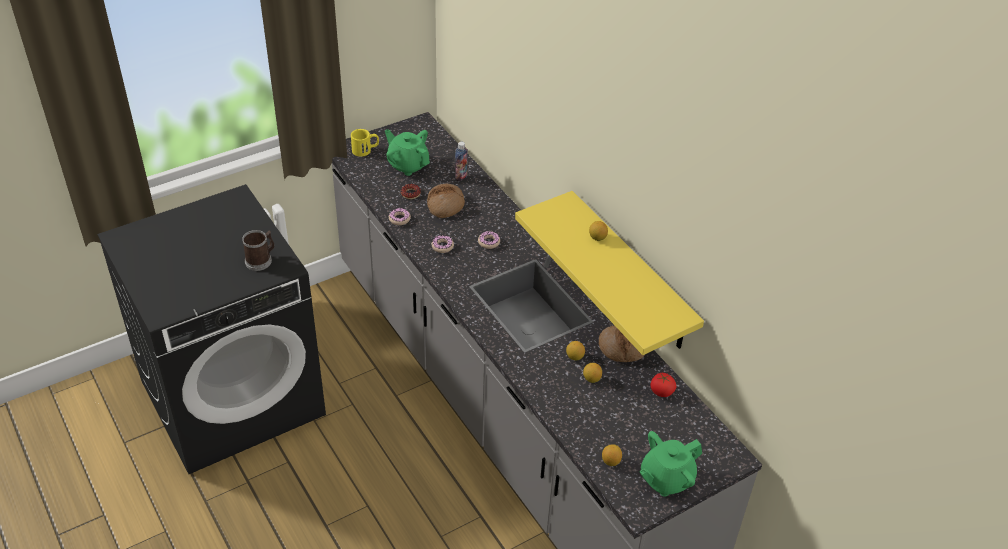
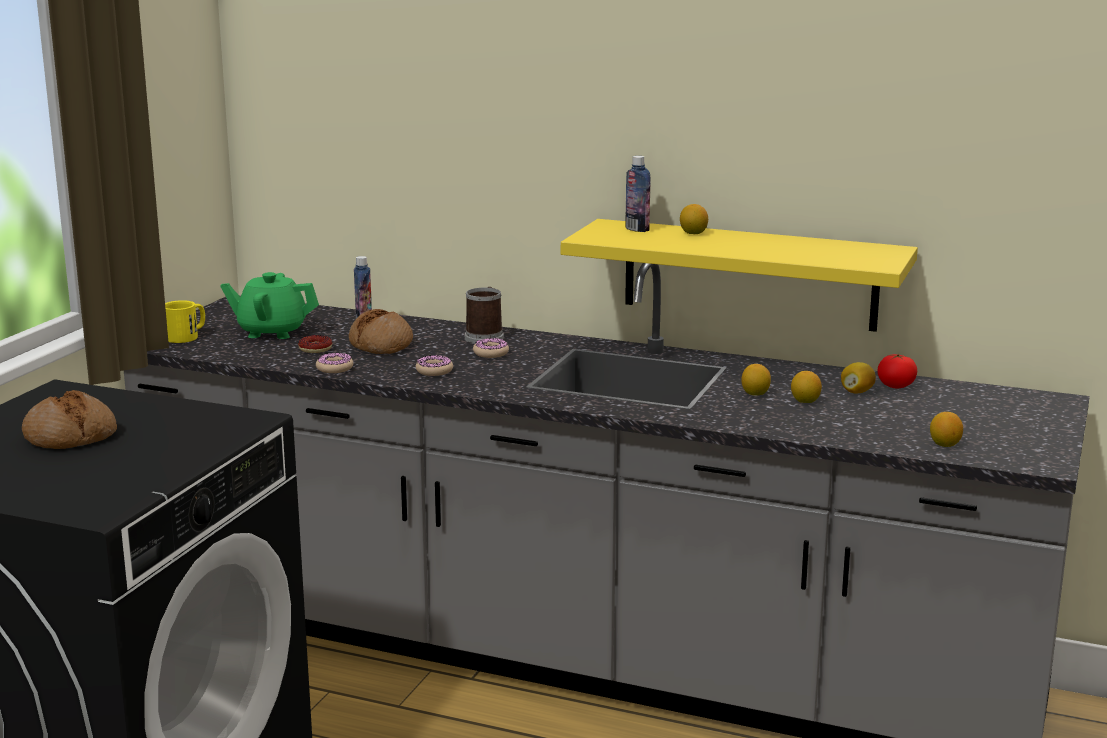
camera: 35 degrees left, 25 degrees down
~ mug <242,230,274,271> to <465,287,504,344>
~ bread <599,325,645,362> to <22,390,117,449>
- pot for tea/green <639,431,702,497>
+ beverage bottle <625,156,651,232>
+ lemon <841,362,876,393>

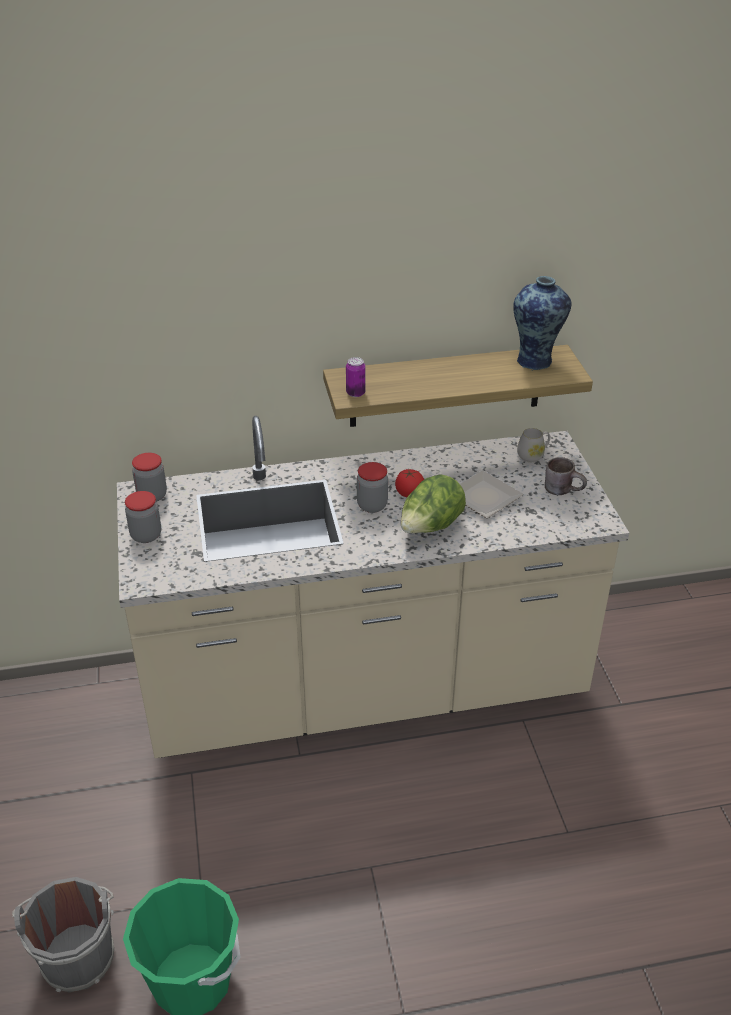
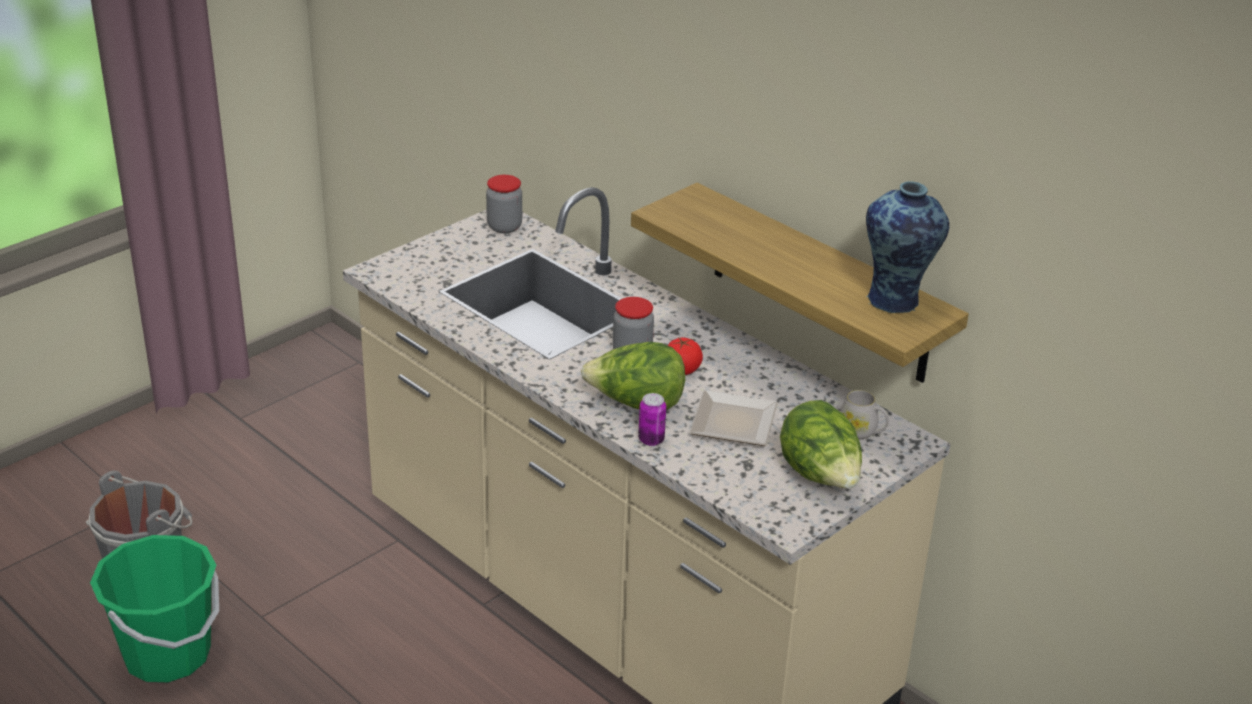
camera: 55 degrees right, 5 degrees down
- preserve jar <125,491,161,543>
~ metal can <346,357,366,397> to <638,393,666,446>
~ mug/brownish <545,457,587,495> to lettuce head <780,400,862,488>

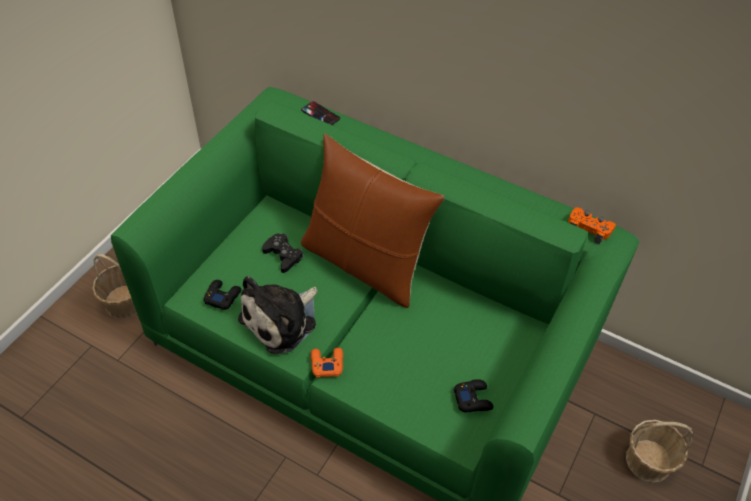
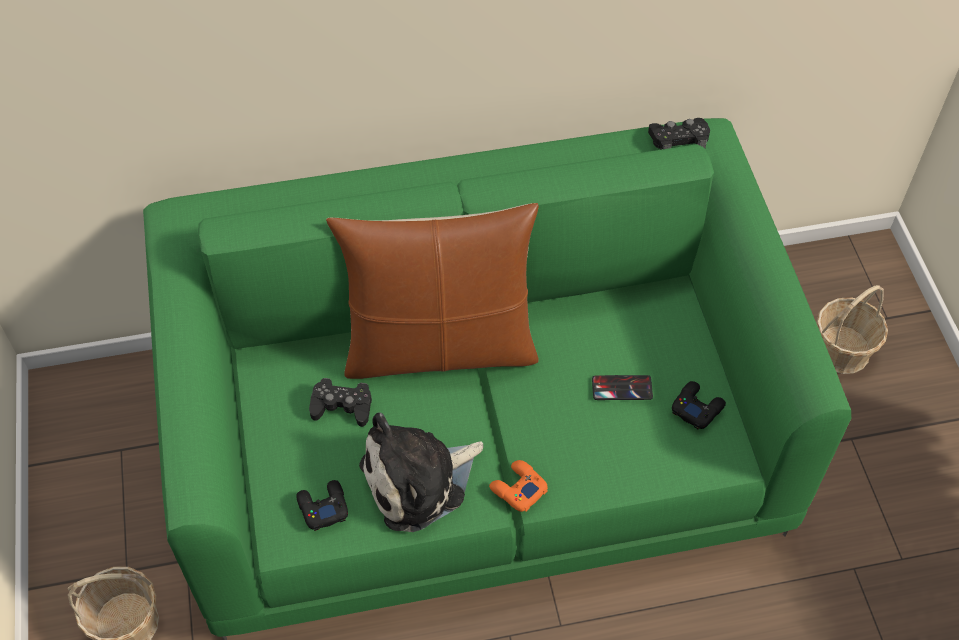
camera: 40 degrees left, 5 degrees up
~ cuddly toy <238,276,318,354> = <359,412,483,532> 60 degrees clockwise
~ telephone <301,101,340,125> to <592,375,653,400>
~ joypad/orange-coloured <568,207,616,244> to joypad/black <648,118,710,150>

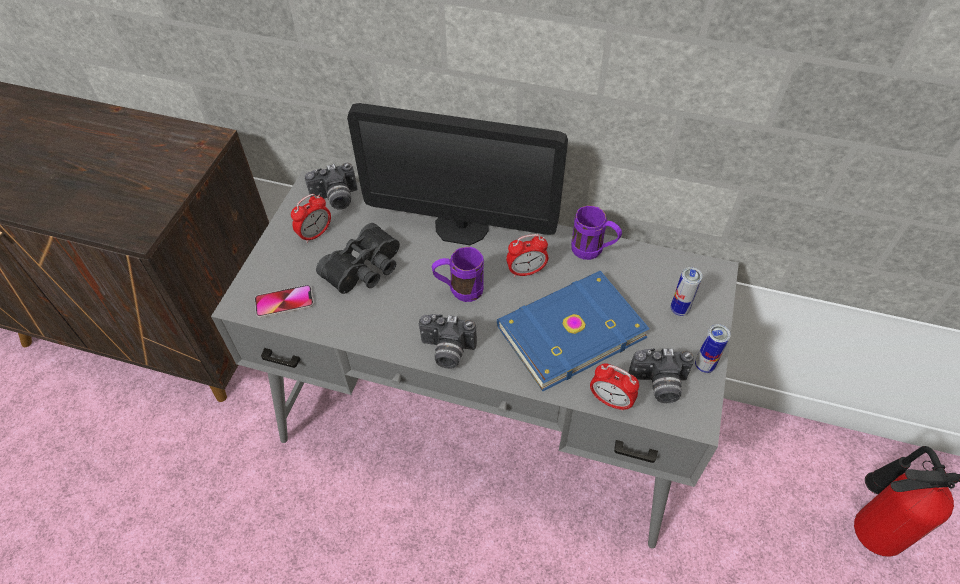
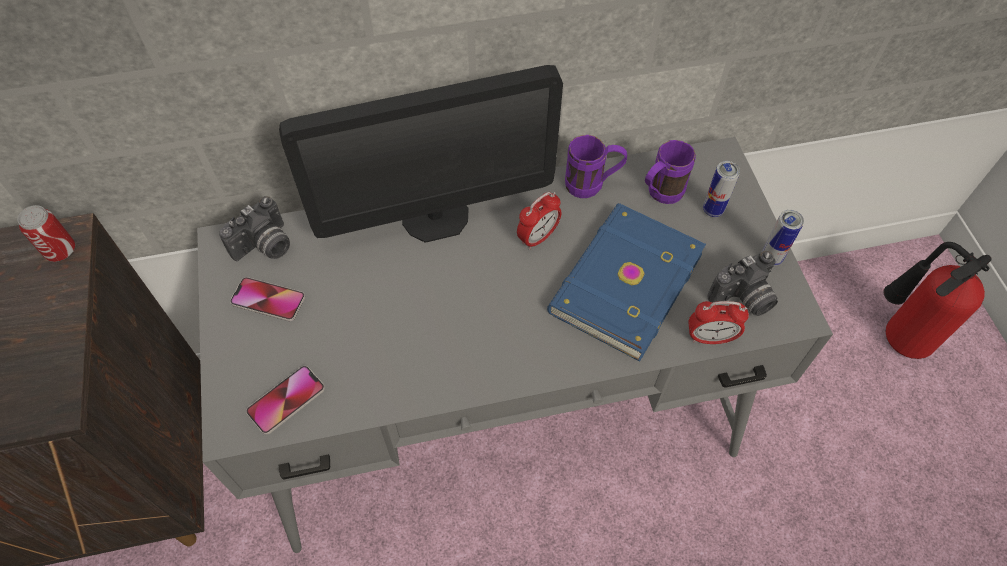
camera: 30 degrees left, 5 degrees up
~ alarm clock <291,194,331,243> to telephone <230,277,305,321>
- pair of binoculars/black <316,223,400,294>
- still camera <419,314,477,369>
~ mug/purplish <432,247,484,302> to <645,140,696,204>
+ metal can <17,205,75,262>

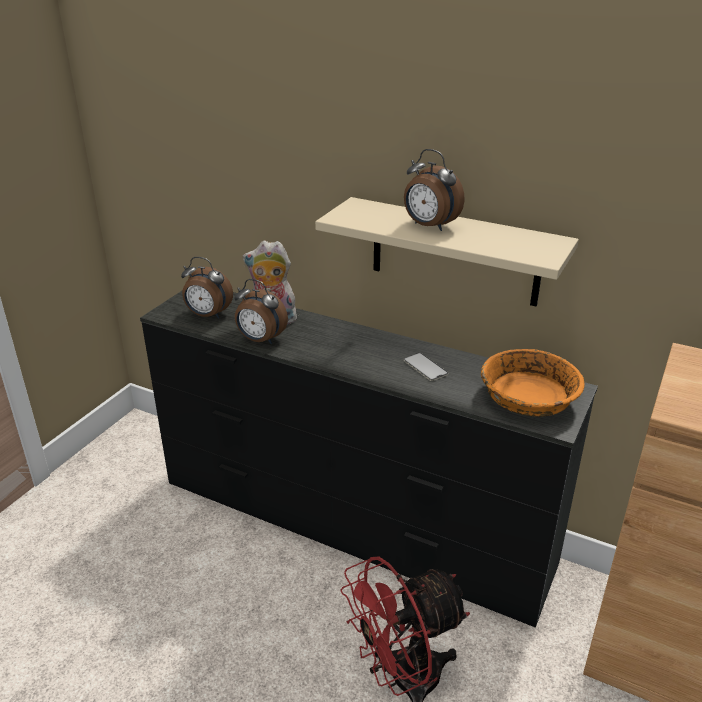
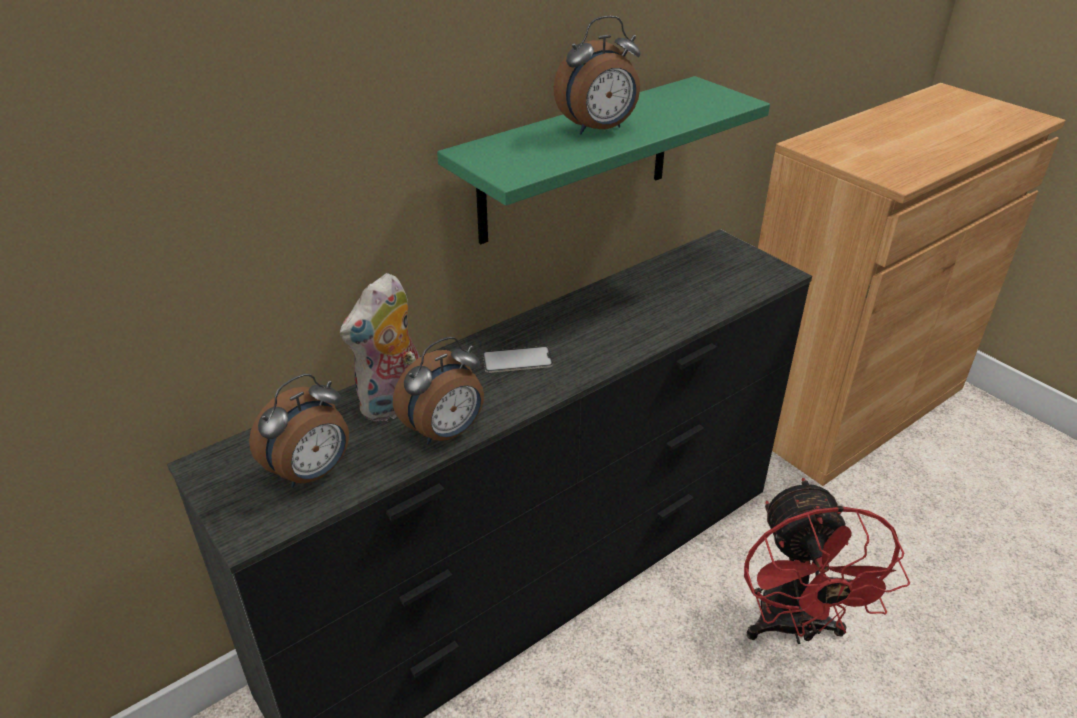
camera: 65 degrees left, 5 degrees up
~ wall shelf/beige-coloured <315,197,579,306> to wall shelf/green <437,76,770,244>
~ telephone <403,353,449,381> to <483,346,553,373>
- serving bowl/orange-coloured <481,349,585,417>

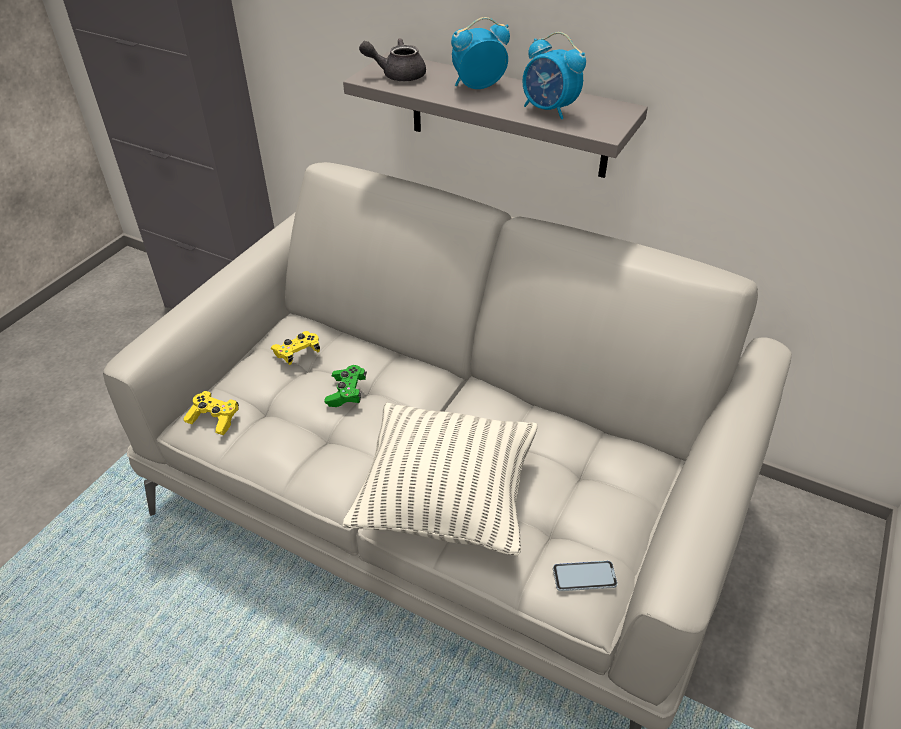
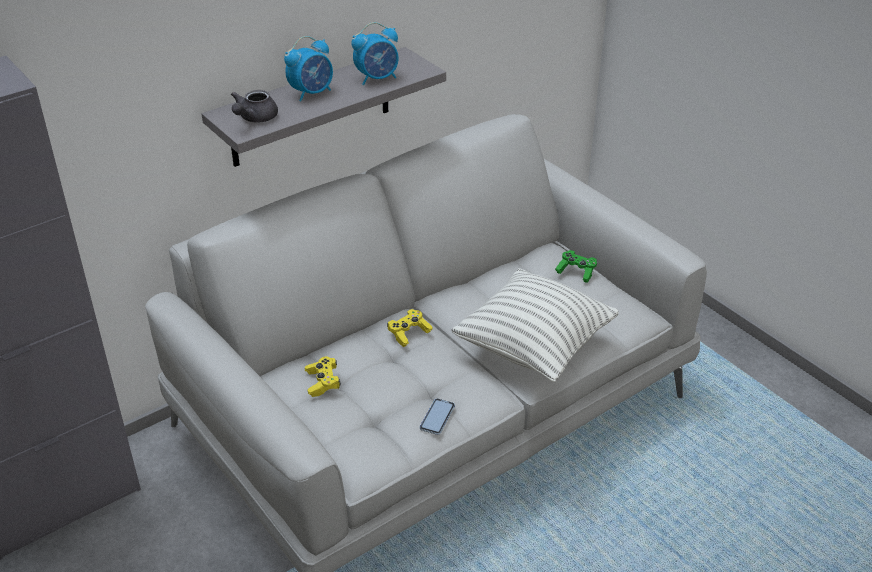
camera: 65 degrees left, 5 degrees down
~ joypad/yellow-coloured <183,391,239,435> to <387,309,433,347>
~ joypad/green <324,365,367,407> to <555,250,597,283>
~ alarm clock <451,17,510,89> = <284,36,333,102> 135 degrees counterclockwise
~ telephone <553,561,618,591> to <420,398,455,435>

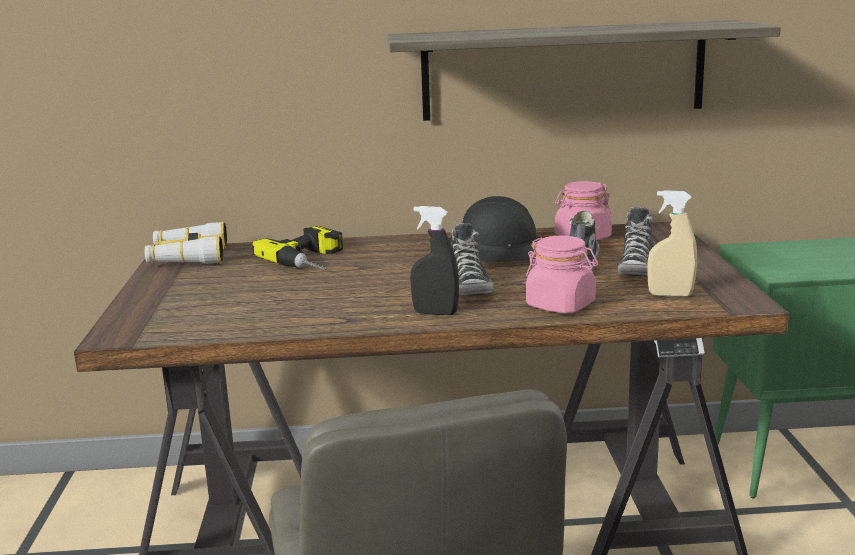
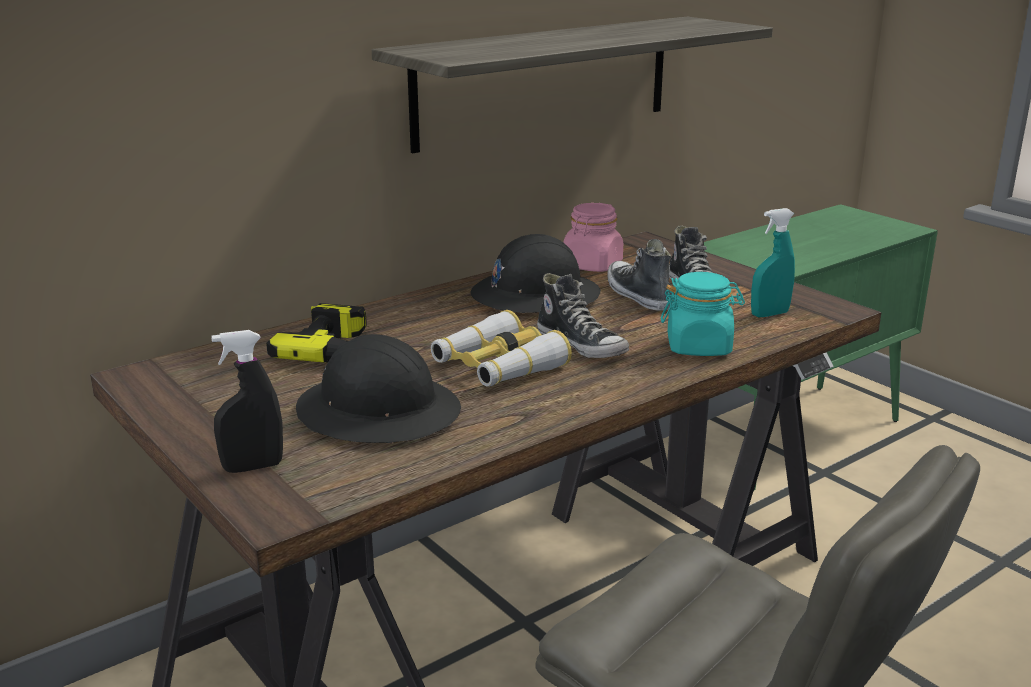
camera: 35 degrees left, 5 degrees up
~ pair of binoculars <145,221,227,264> to <431,310,572,387>
~ sprayer/black <410,206,459,315> to <211,330,283,473>
~ preserve jar/pink-coloured <526,236,598,313> to preserve jar/turquoise <661,272,745,356>
~ sprayer/beige-coloured <648,190,697,297> to sprayer/turquoise <751,208,795,318>
+ safety helmet/black <296,334,461,443>

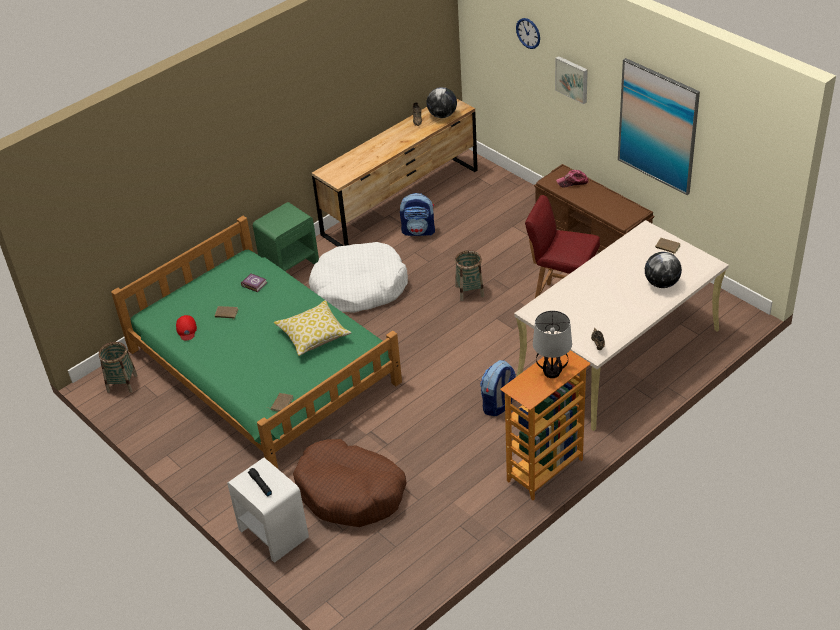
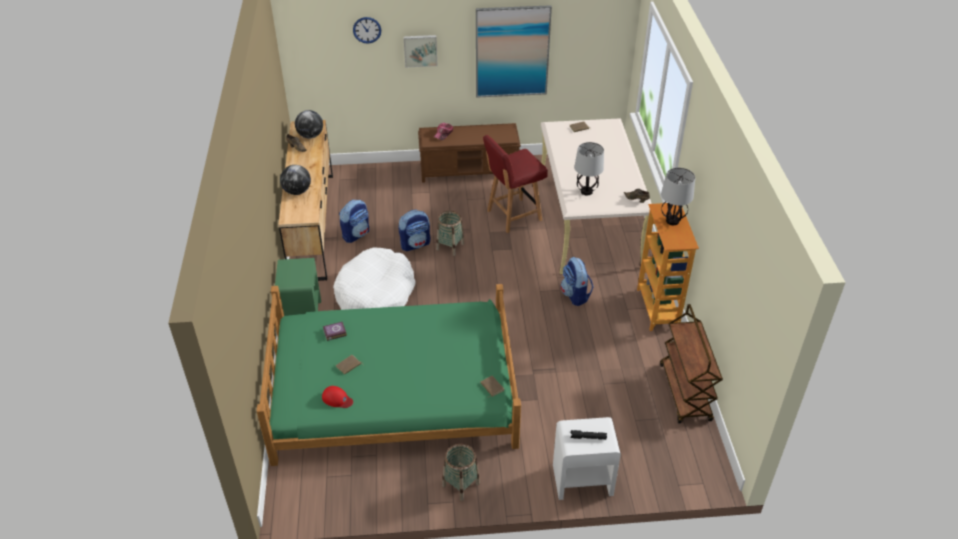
camera: 55 degrees left, 0 degrees up
~ storage basket <98,342,138,393> to <442,444,480,501>
- cushion <274,300,352,356>
- dog cushion/brownish <293,439,406,527>
~ world globe <645,252,682,288> to <280,165,311,195>
+ backpack <398,210,430,251>
+ tabletop lamp <574,142,604,195>
+ trolley/brownish <660,304,723,423>

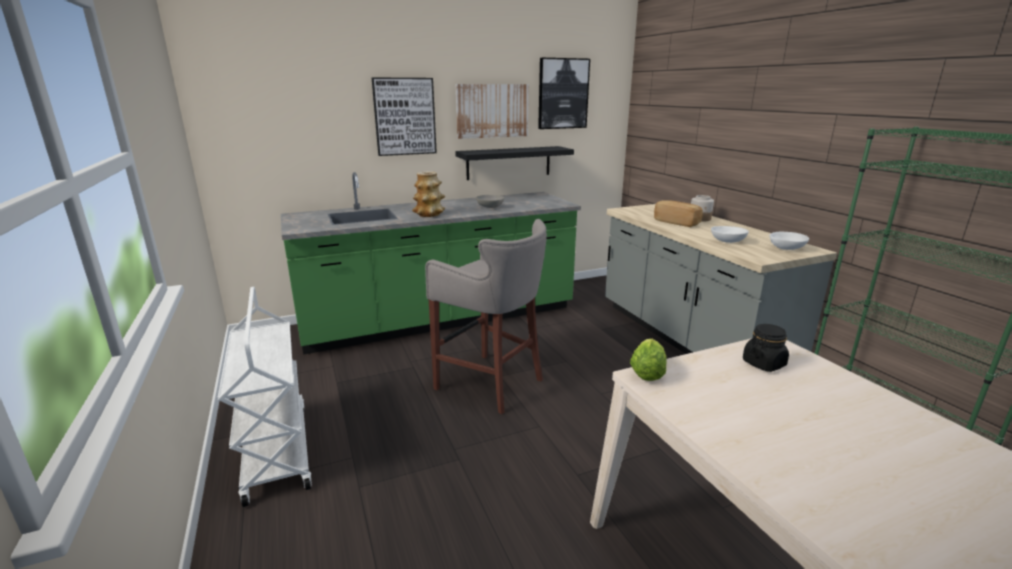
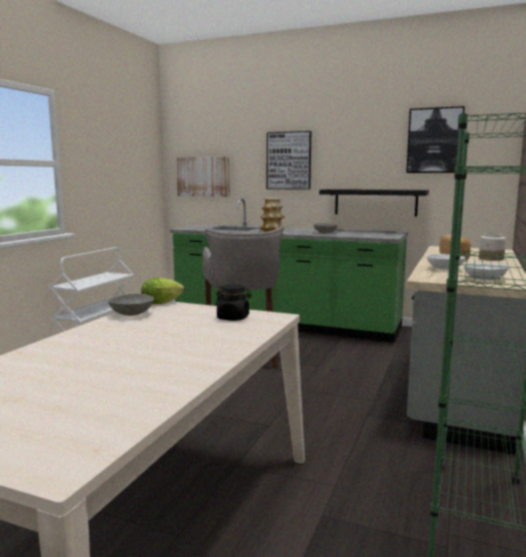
camera: 45 degrees right, 10 degrees down
~ wall picture <456,84,529,139> to <176,157,230,197>
+ serving bowl/gray <108,294,154,316>

